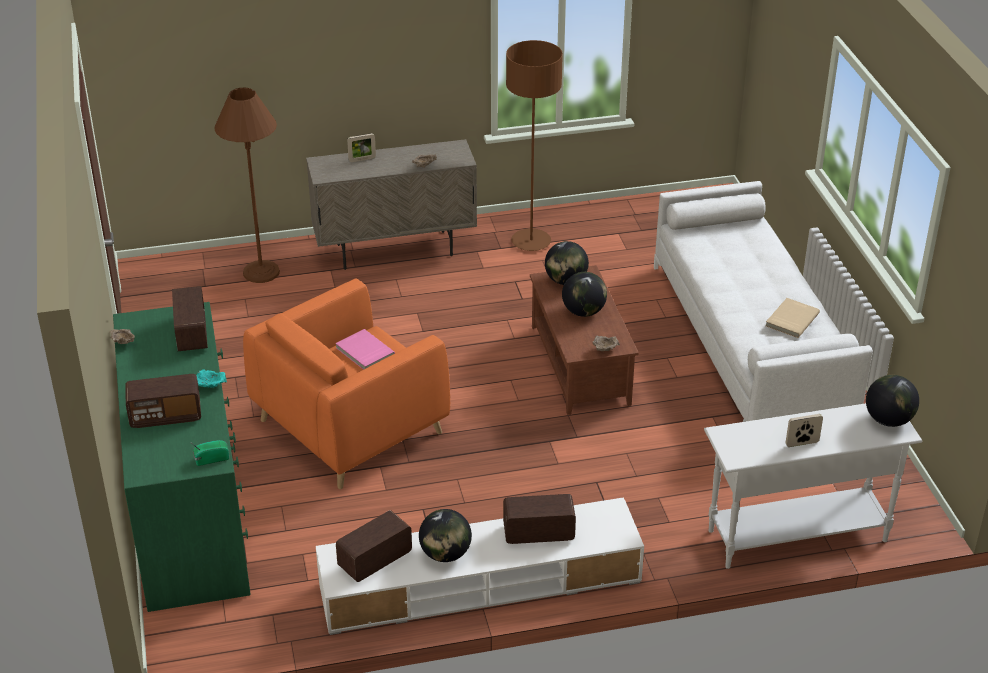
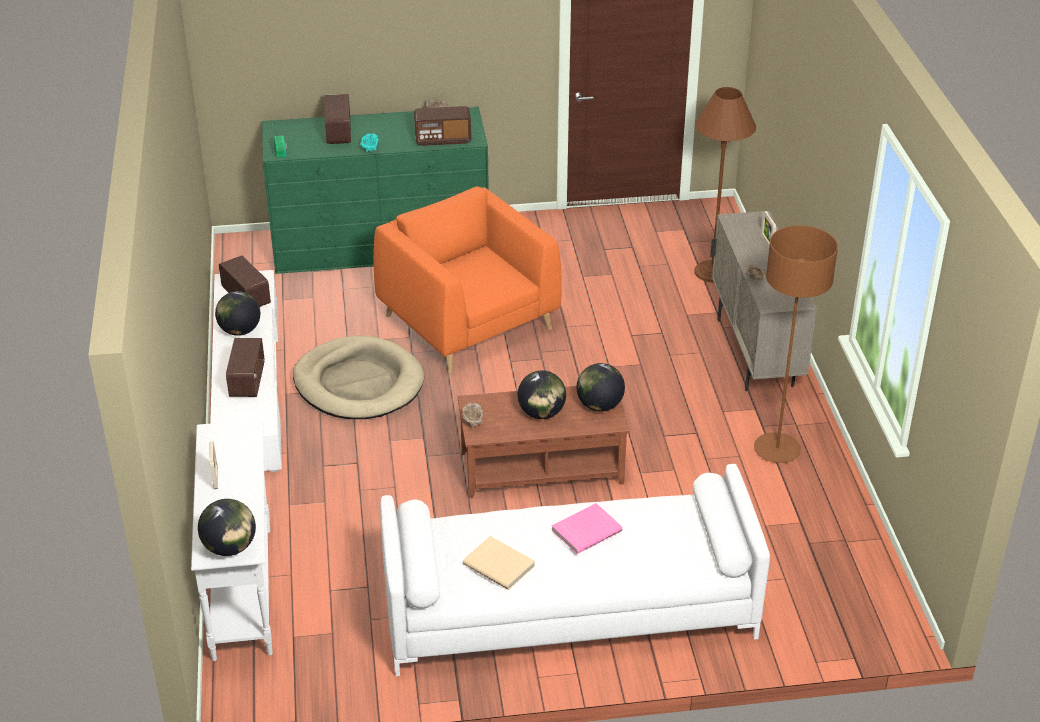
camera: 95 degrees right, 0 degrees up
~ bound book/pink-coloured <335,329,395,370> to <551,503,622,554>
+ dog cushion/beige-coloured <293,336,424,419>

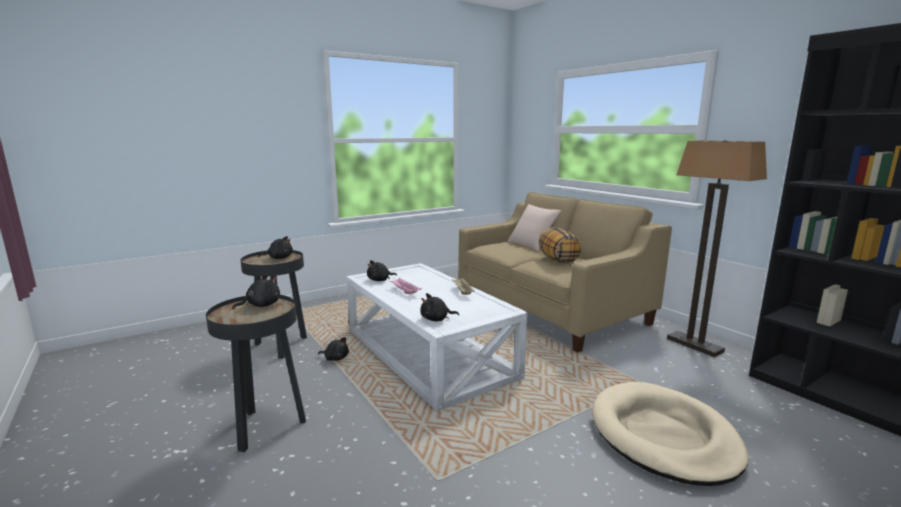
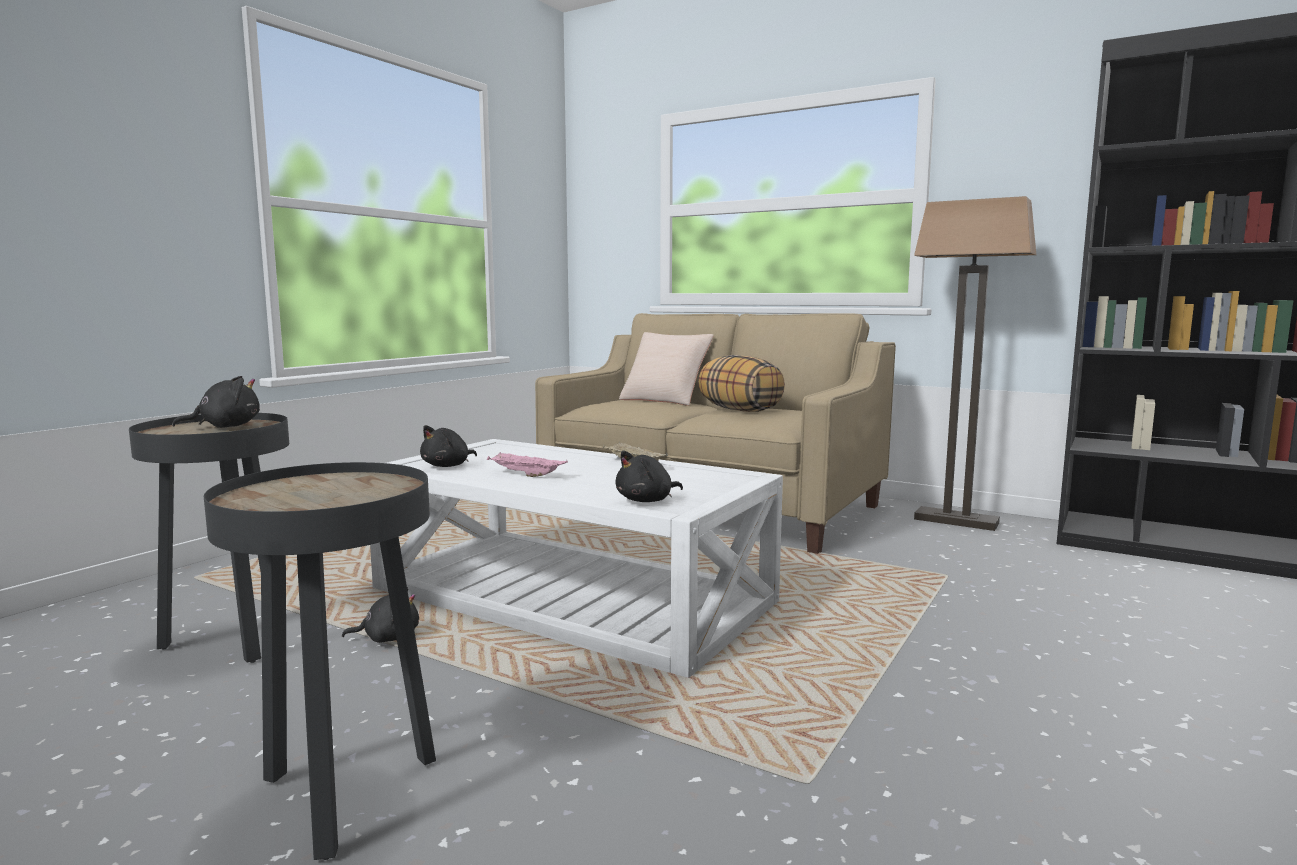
camera: 25 degrees left, 5 degrees down
- cuddly toy/black <232,274,280,309>
- dog cushion/beige-coloured <592,382,749,486>

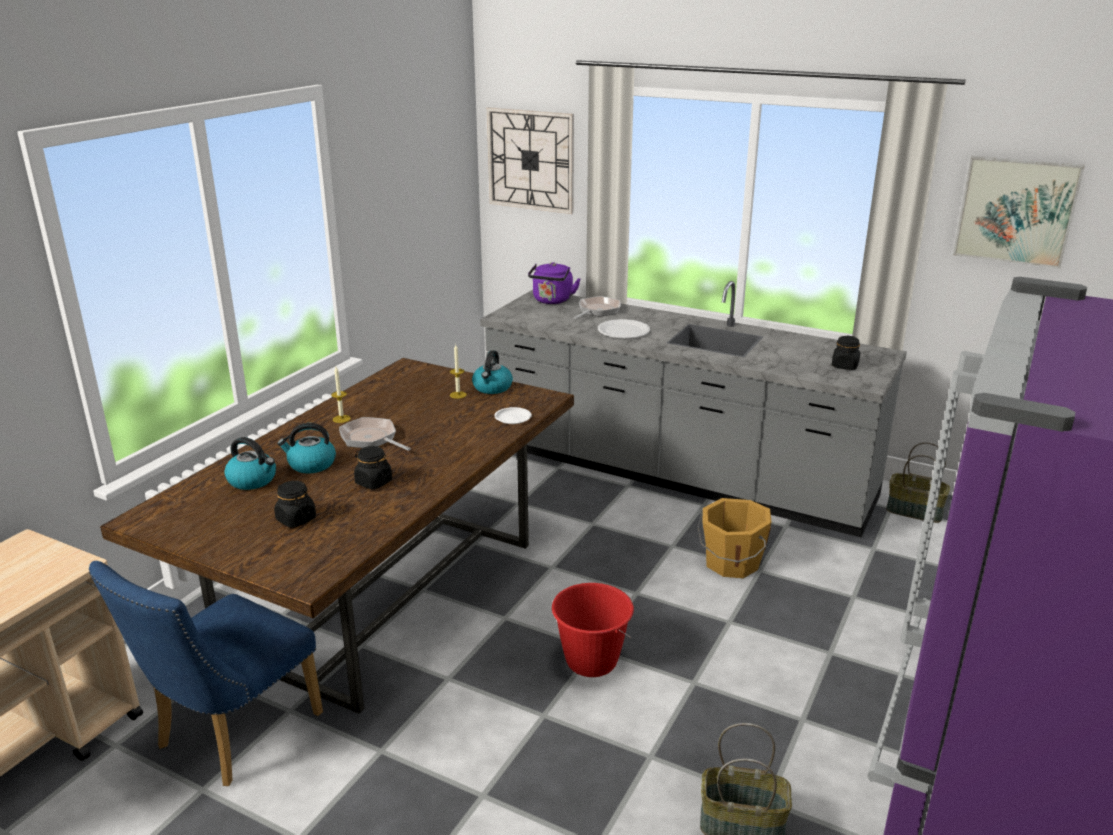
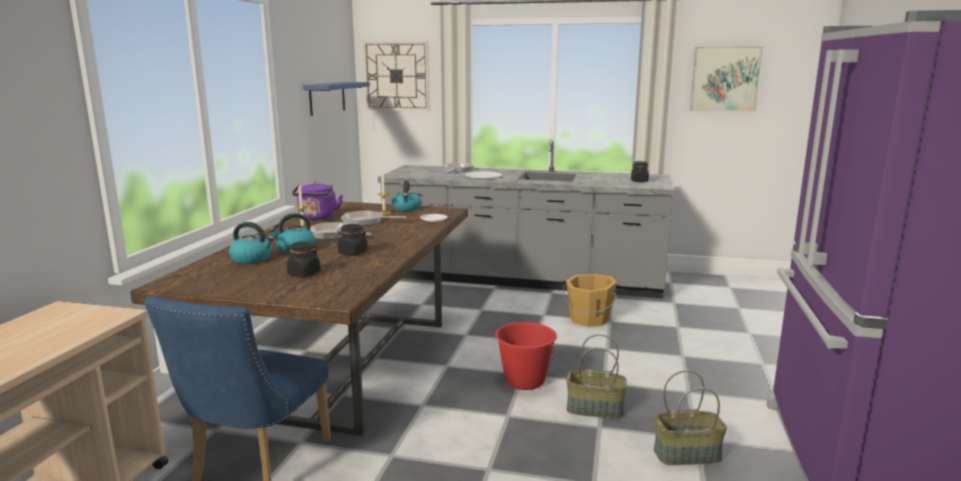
camera: 15 degrees left, 10 degrees down
~ water kettle/purplish <528,262,580,304> to <292,182,343,220>
~ storage basket <886,442,950,523> to <566,334,627,419>
+ wall shelf/bluish <303,82,370,116>
+ pan <341,210,407,226>

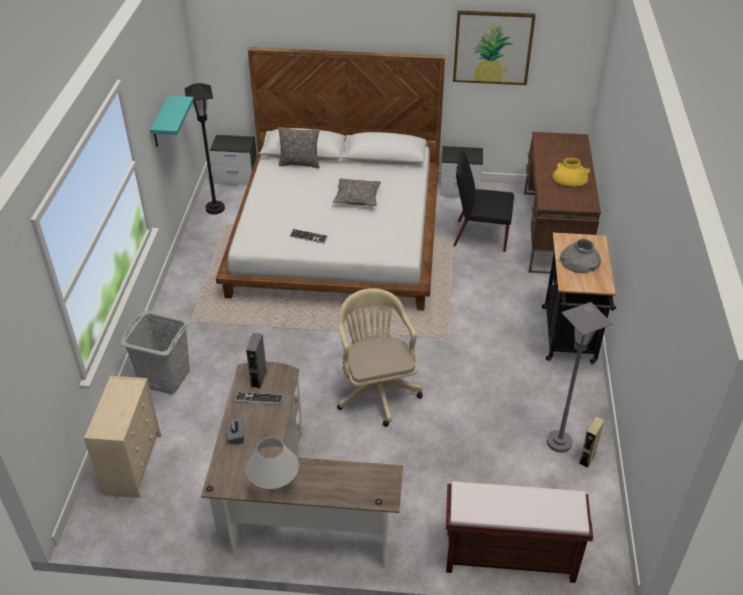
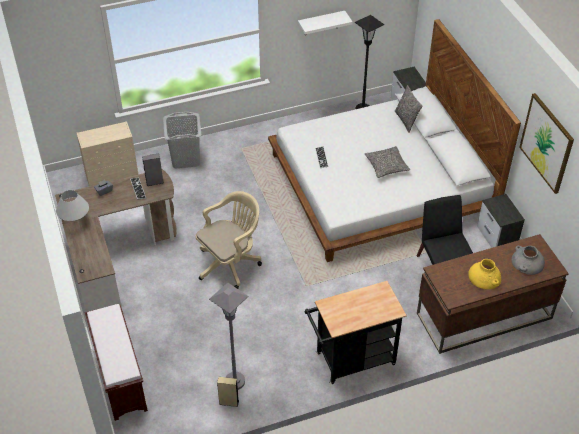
camera: 65 degrees right, 5 degrees up
~ wall shelf/turquoise <150,96,194,147> to wall shelf/whitish <298,11,353,35>
~ decorative vase/gray <560,239,601,273> to <511,246,545,275>

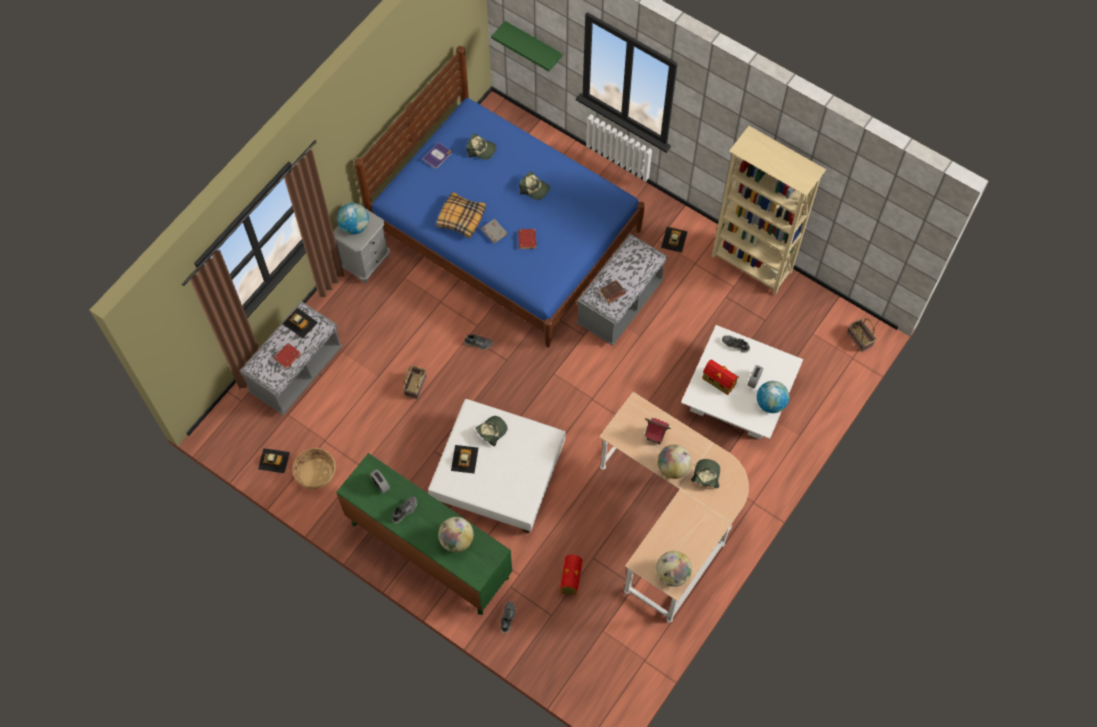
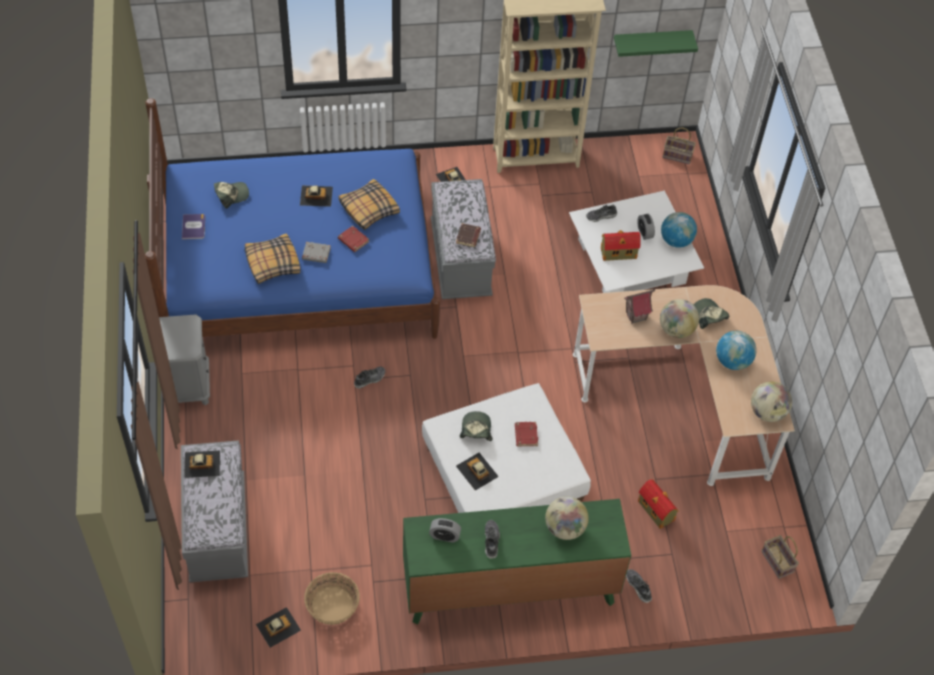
camera: 45 degrees left, 10 degrees down
~ bound book/red-coloured <274,343,301,369> to <515,422,538,446>
~ world globe <337,203,369,234> to <716,331,756,370>
~ storage basket <403,366,427,399> to <761,535,799,579>
~ wall shelf/green <491,21,563,72> to <614,30,698,57>
~ cap <519,172,550,200> to model car <300,186,333,207>
+ cushion <338,179,400,230>

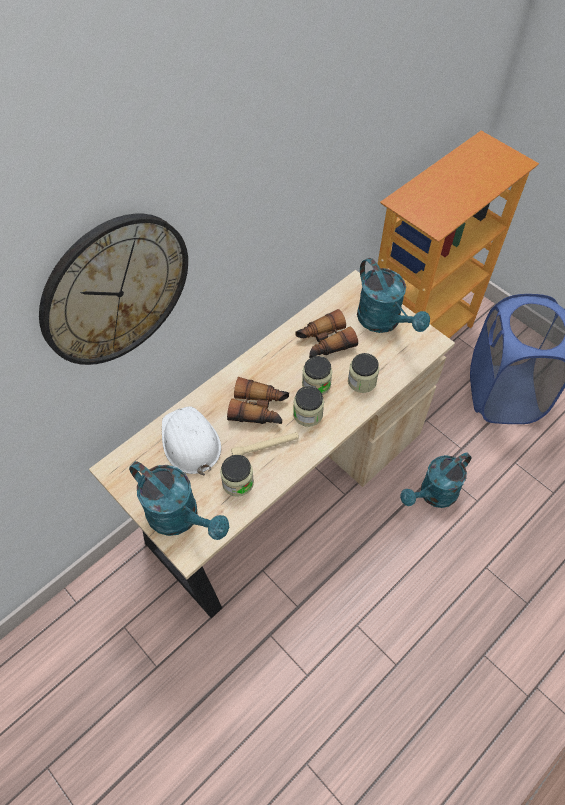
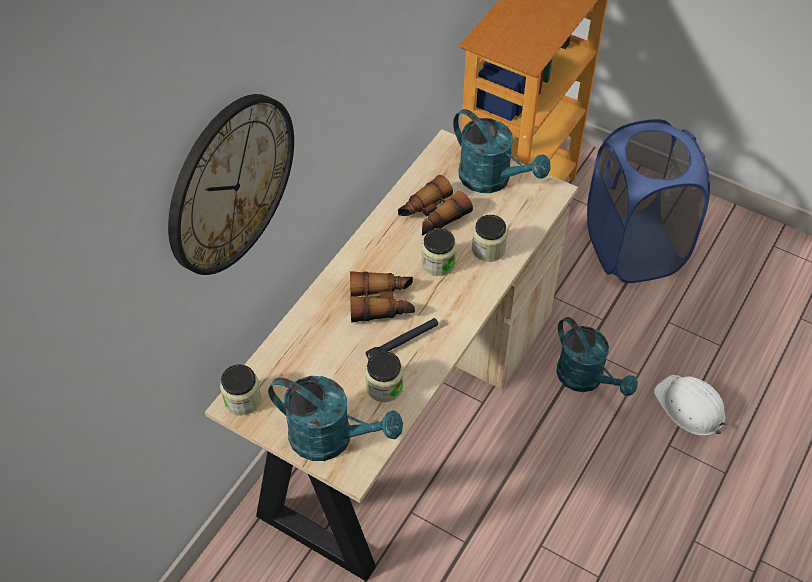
camera: 15 degrees left, 5 degrees down
~ safety helmet/whitish <162,406,221,475> to <654,375,728,436>
~ flashlight/beige-coloured <231,432,299,456> to flashlight/black <366,318,438,360>
~ preserve jar <293,386,324,427> to <220,364,261,415>
~ watering can/turquoise <400,452,472,508> = <557,317,638,396> 75 degrees counterclockwise

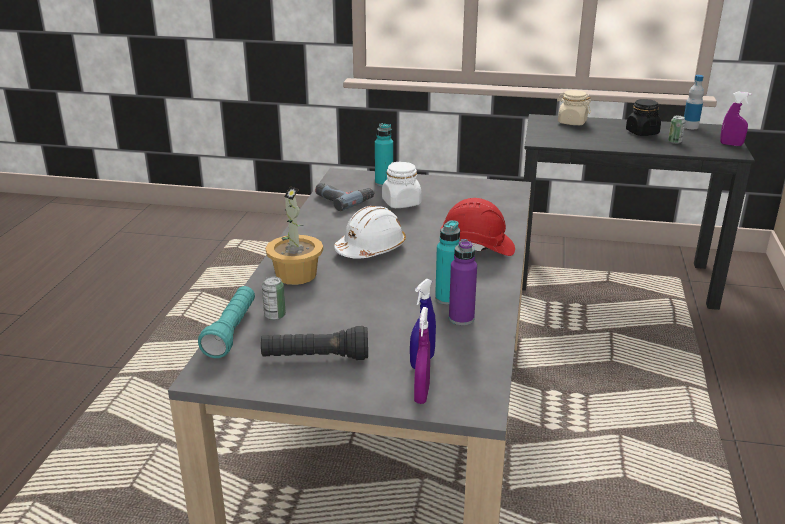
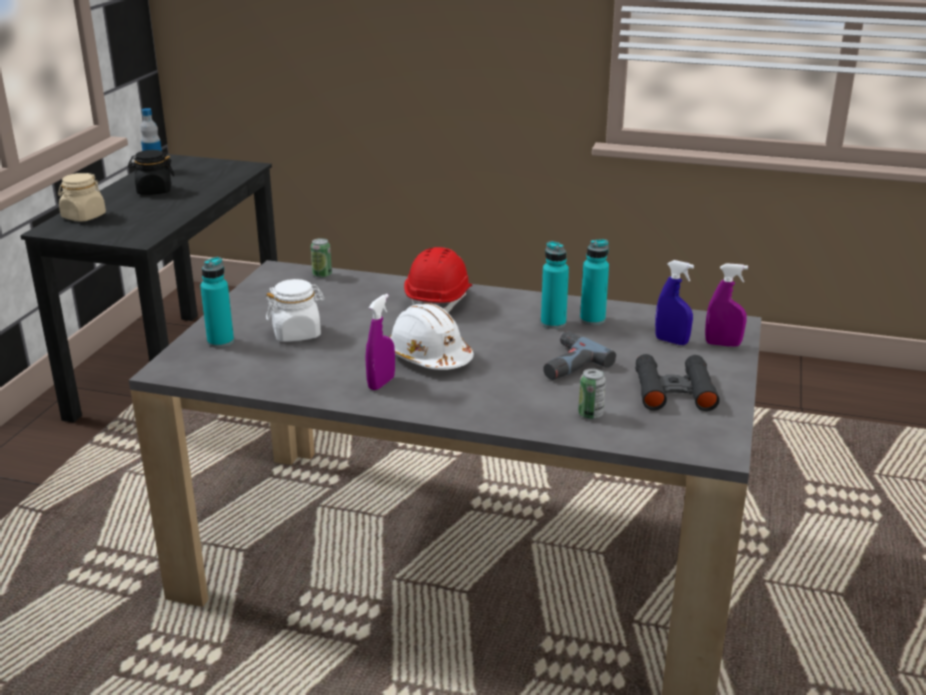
camera: 85 degrees left, 0 degrees up
- flashlight/turquoise <198,286,255,358>
~ flashlight/black <261,326,368,360> to pair of binoculars/black <635,354,720,411>
- plant in a pot <266,186,323,285>
~ electric drill <315,183,375,211> to <543,331,616,380>
~ beverage bottle/purplish <449,239,477,325> to beverage bottle/turquoise <580,239,609,325>
~ metal can <668,116,686,144> to <311,238,332,278>
~ sprayer/purplish <720,92,752,146> to <365,294,395,390>

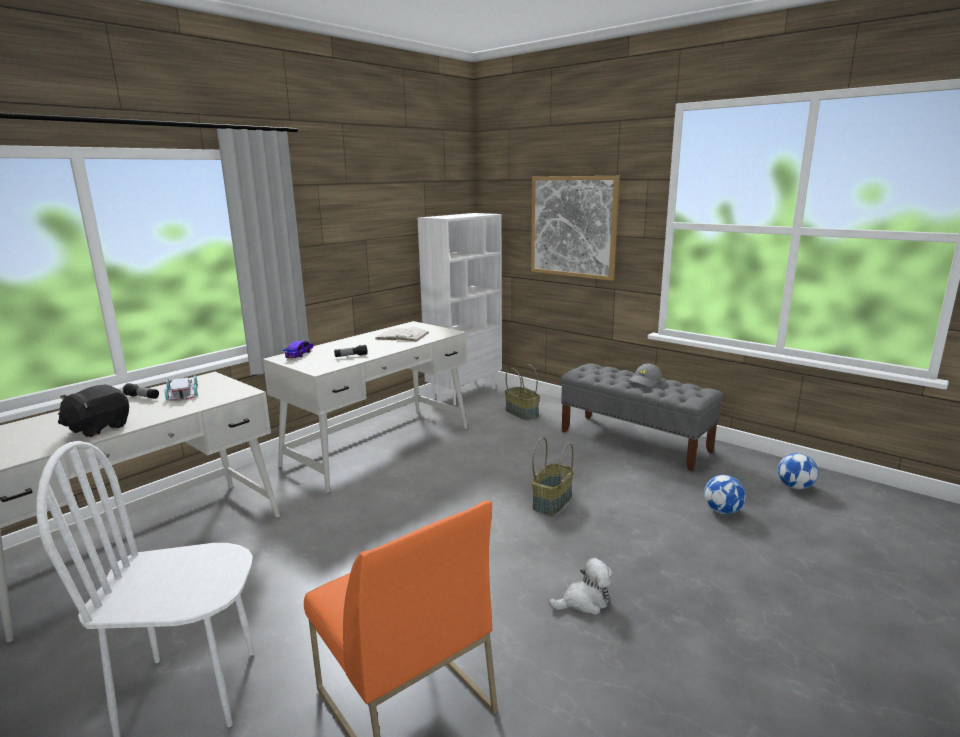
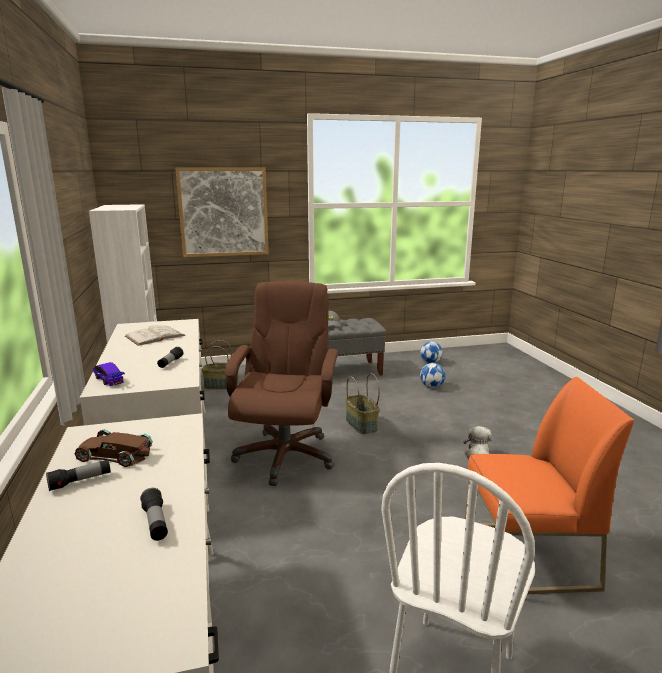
camera: 55 degrees left, 0 degrees up
~ cuddly toy/black <58,385,129,438> to flashlight <140,488,168,541>
~ model car/whitish <164,375,198,401> to model car/brownish <75,429,153,467>
+ computer chair/brownish <225,281,339,486>

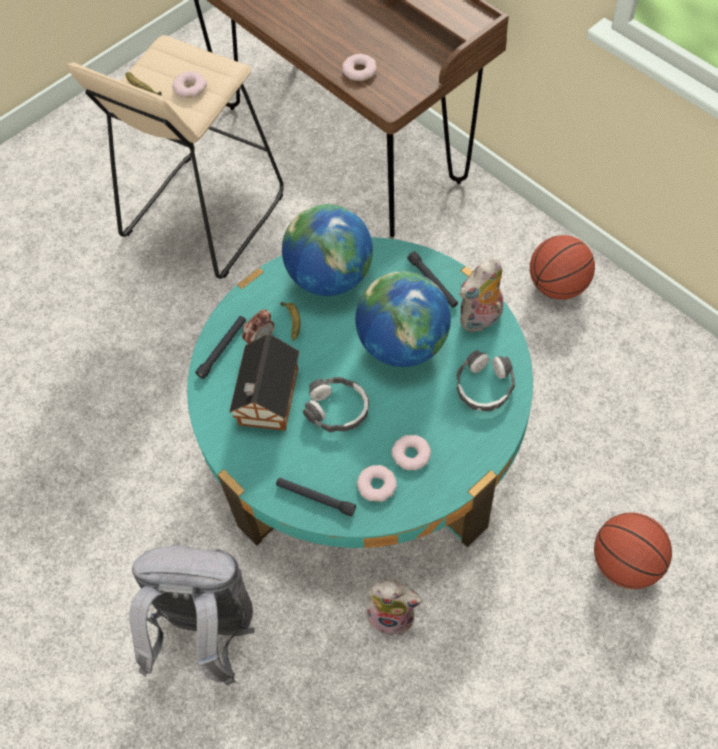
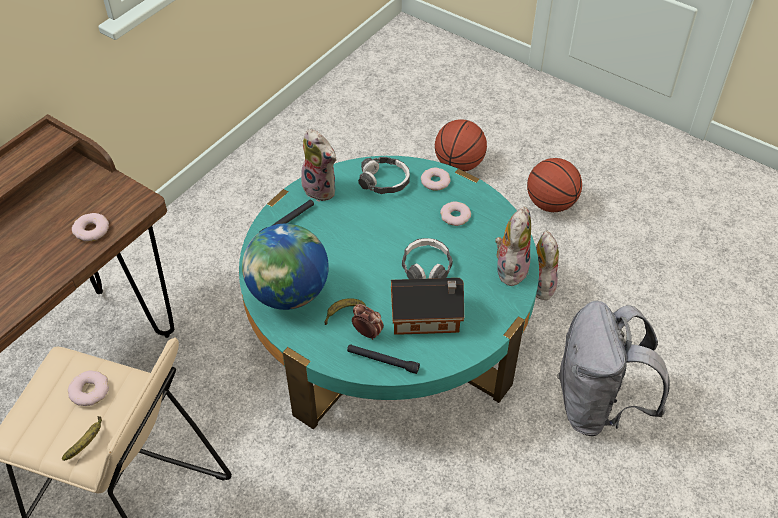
camera: 105 degrees left, 10 degrees down
~ flashlight/black <276,478,356,516> to cuddly toy <495,206,531,286>
- world globe <355,271,451,367>
~ donut <357,465,397,502> to <421,168,451,191>
~ ball for basketball <530,235,595,300> to <527,158,582,212>

